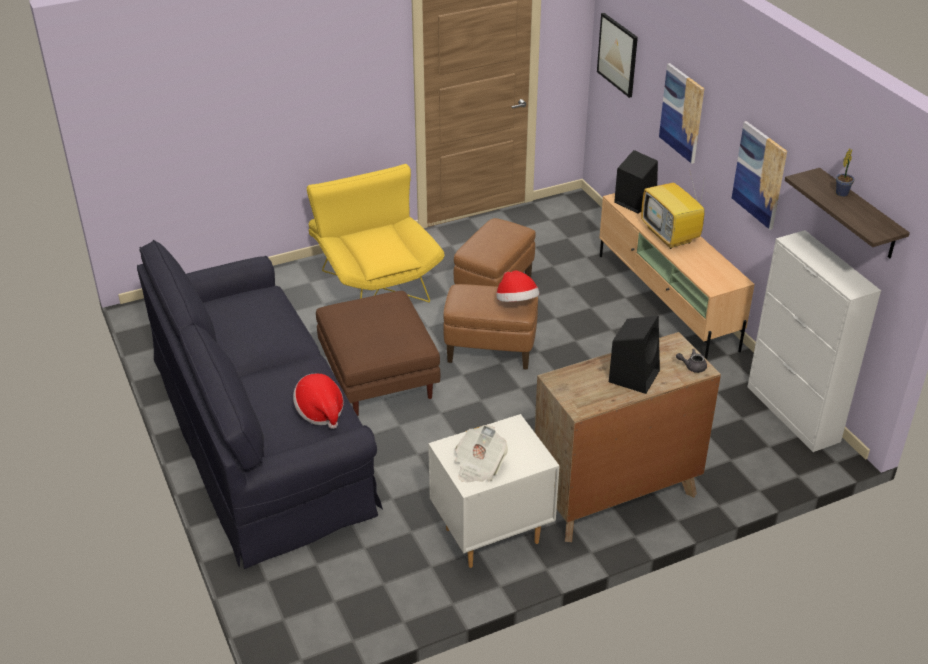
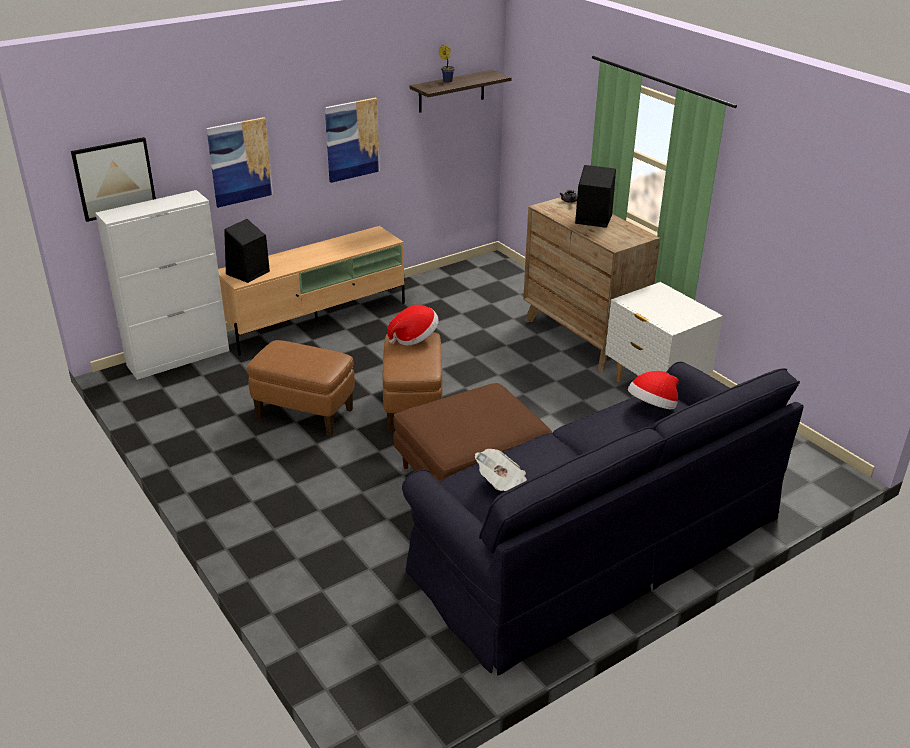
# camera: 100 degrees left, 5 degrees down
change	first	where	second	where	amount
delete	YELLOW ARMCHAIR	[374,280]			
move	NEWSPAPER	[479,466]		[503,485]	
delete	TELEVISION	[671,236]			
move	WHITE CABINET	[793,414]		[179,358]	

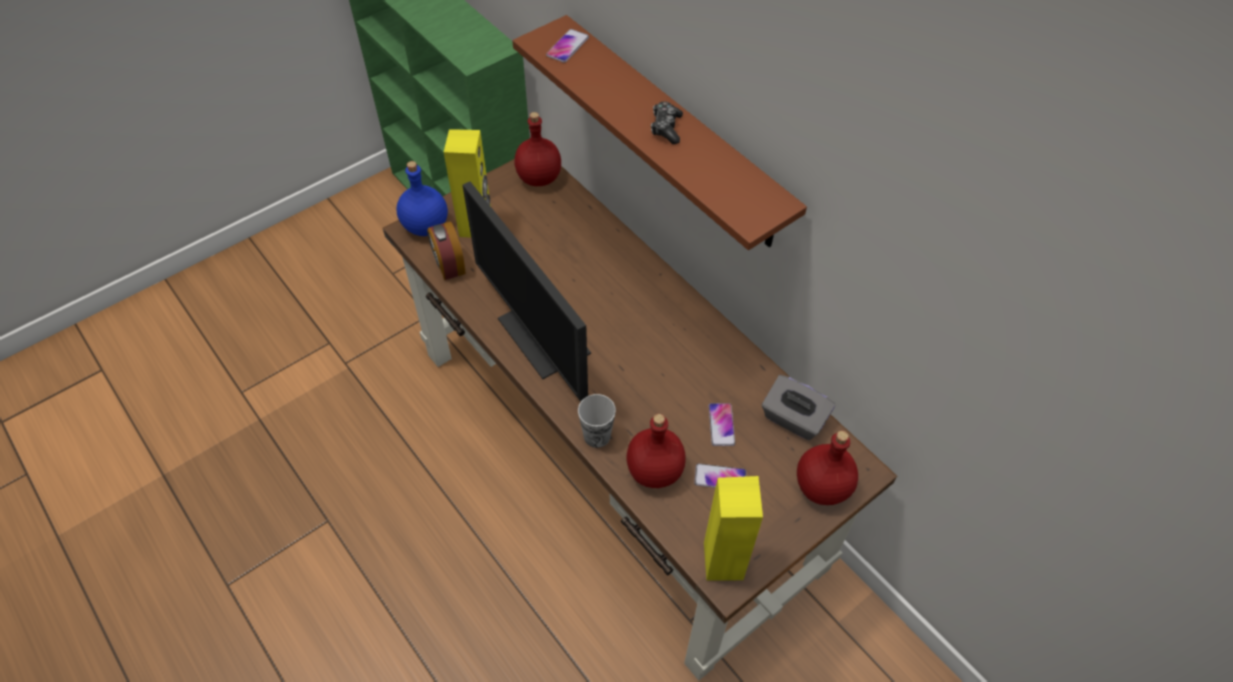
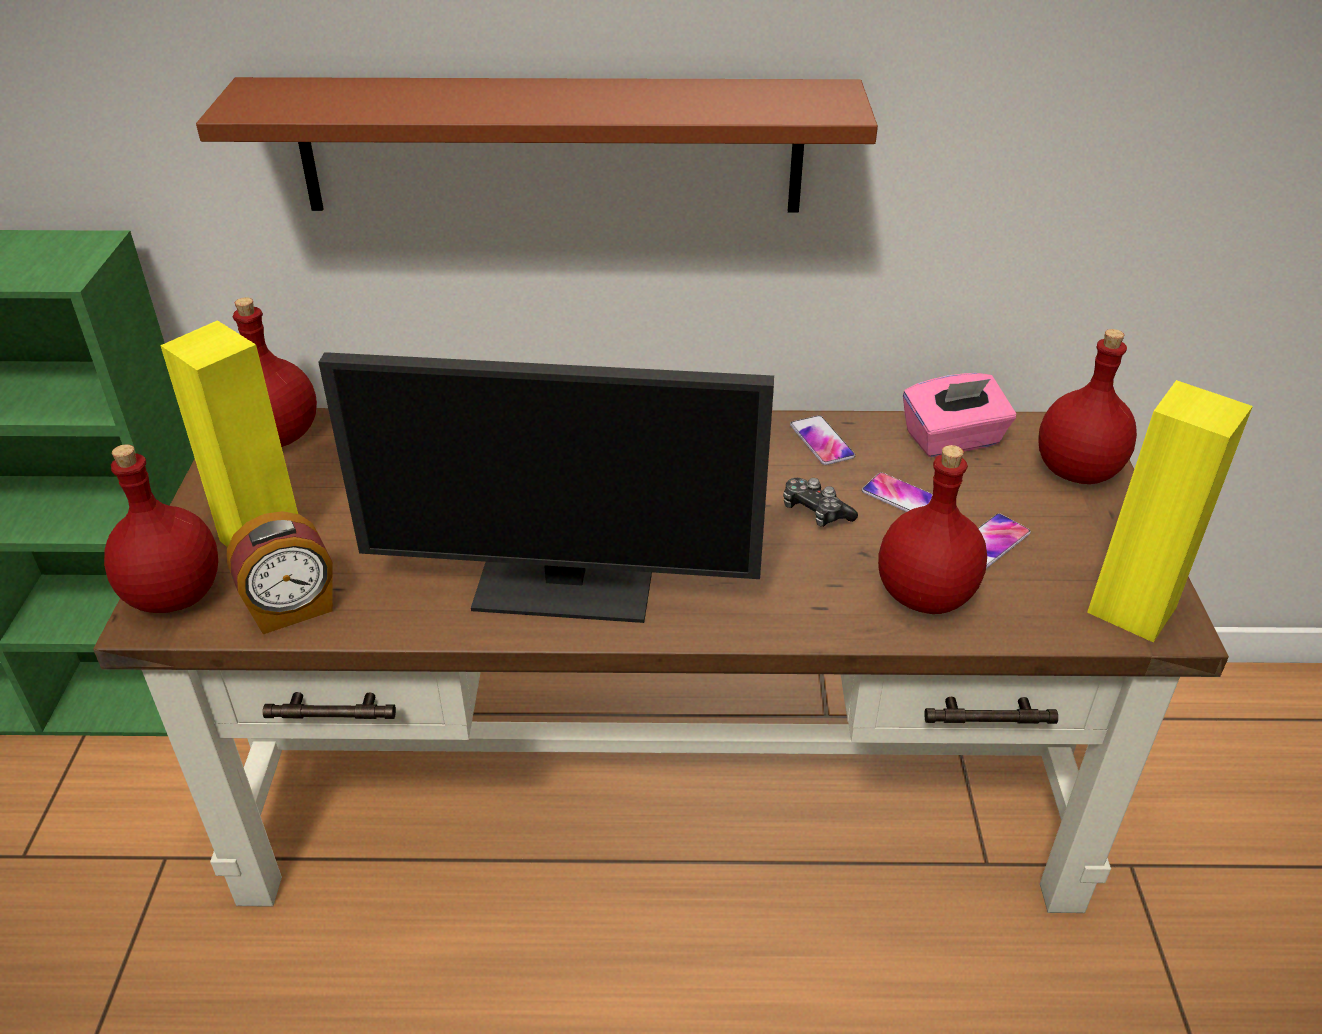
# camera: 50 degrees left, 15 degrees down
change	first	where	second	where	amount
recolor	BLUE BOTTLE	[425,225]	RED BOTTLE	[173,595]	
rotate	ALARM CLOCK	[449,265]		[292,610]	45 degrees counterclockwise
move	PHONE	[567,46]		[821,441]	
delete	CUP	[597,436]			
move	GAME CONTROLLER	[666,128]		[815,511]	
recolor	GREY TISSUE BOX	[793,419]	PINK TISSUE BOX	[953,440]	

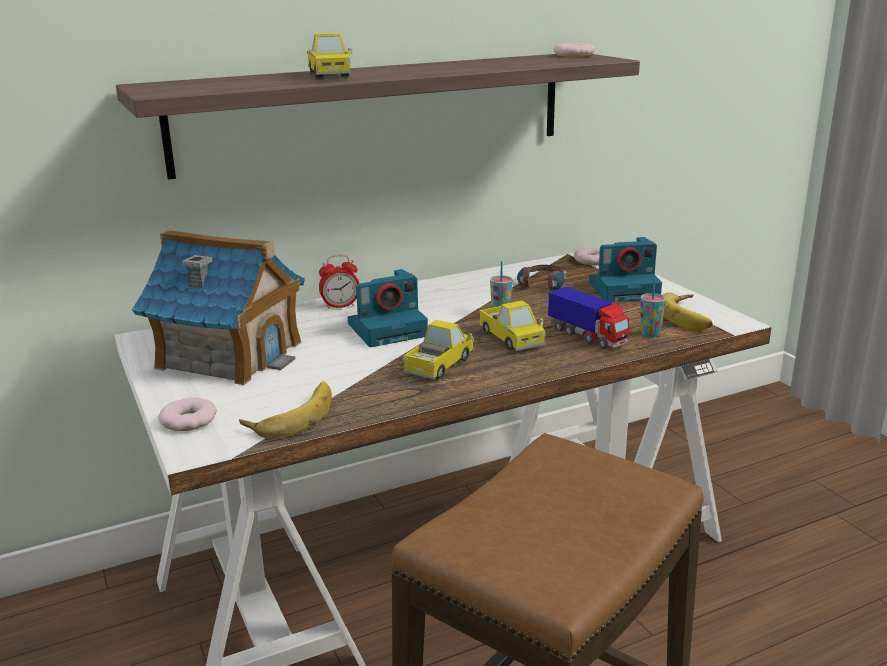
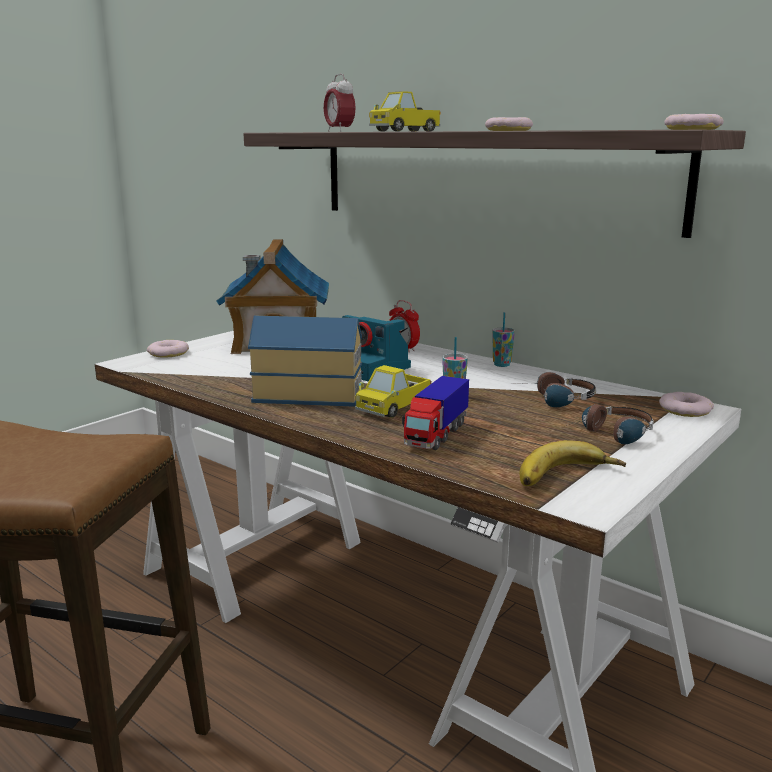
# camera: 65 degrees right, 5 degrees down
change	first	where	second	where	amount
delete	BANANA	[291,415]			
replace	TOY TRUCK	[439,365]	TOY HOUSE	[308,394]	
replace	PHOTO CAMERA	[625,289]	HEADPHONES	[611,436]	
move	CUP	[650,334]		[501,364]	
insert			ALARM CLOCK	[339,131]	
insert			DONUT	[508,130]	

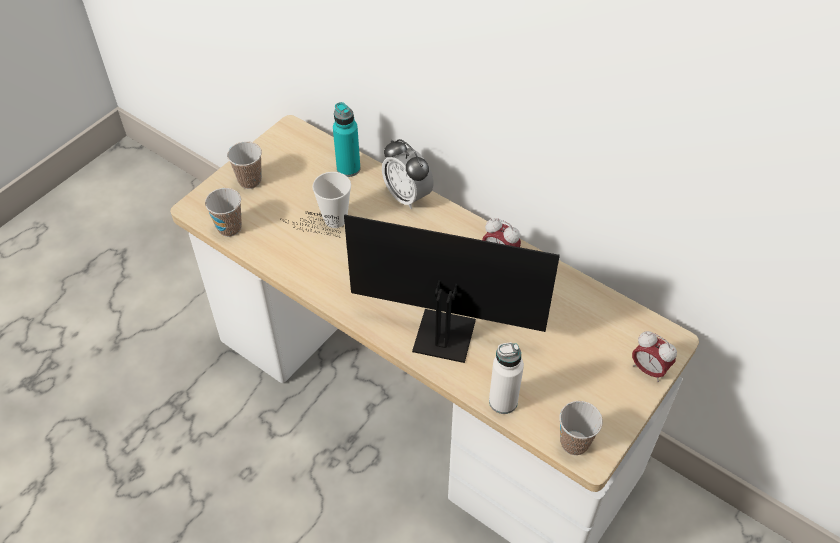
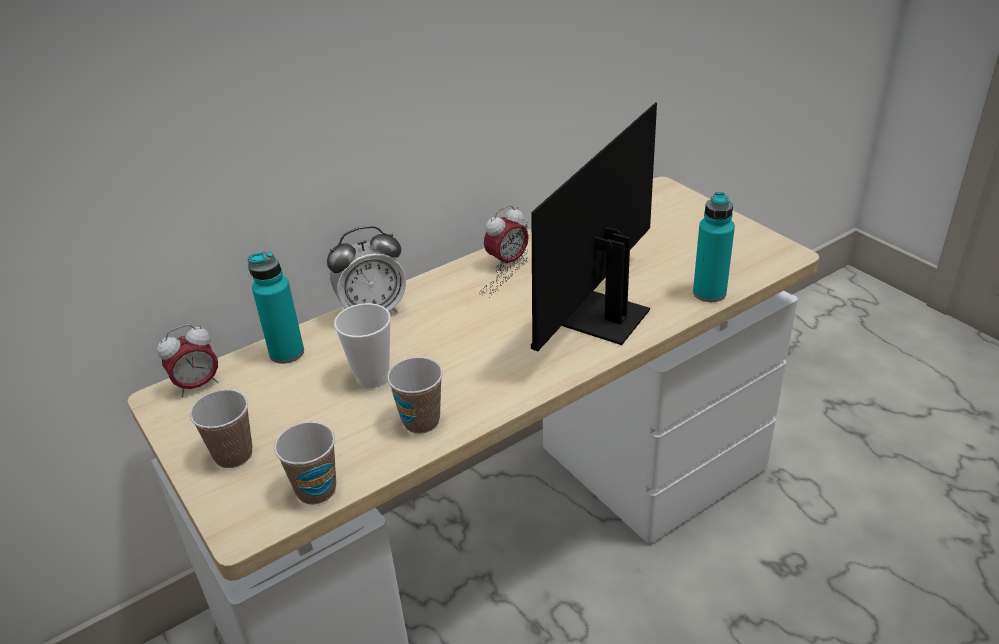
# camera: 70 degrees left, 15 degrees down
change	first	where	second	where	amount
recolor	WHITE BOTTLE	[503,401]	TURQUOISE BOTTLE	[709,293]	
move	CUP	[574,443]		[421,421]	
move	ALARM CLOCK	[648,369]		[197,385]	

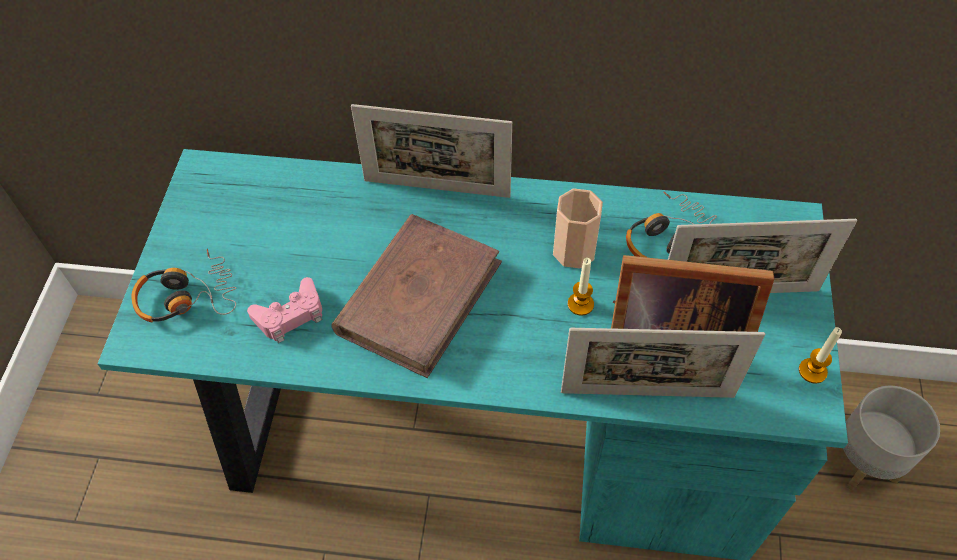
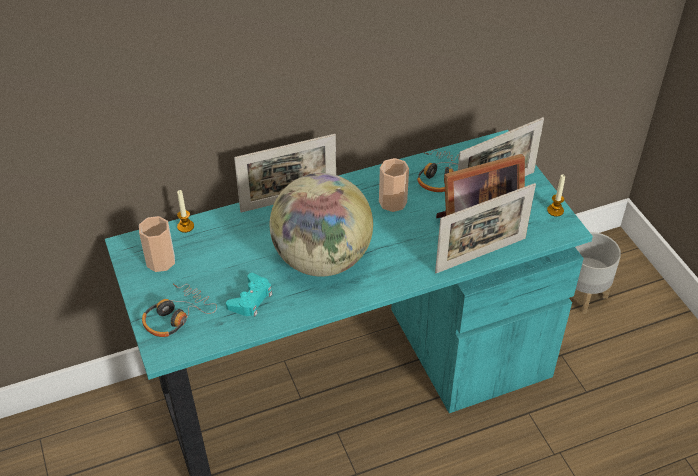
# camera: 30 degrees left, 10 degrees down
change	first	where	second	where	amount
recolor	PINK GAME CONTROLLER	[290,315]	TURQUOISE GAME CONTROLLER	[251,299]	
replace	BROWN BOOK	[419,297]	GLOBE	[321,259]	
move	CANDLE	[580,304]		[185,226]	
insert			CUP	[160,261]	

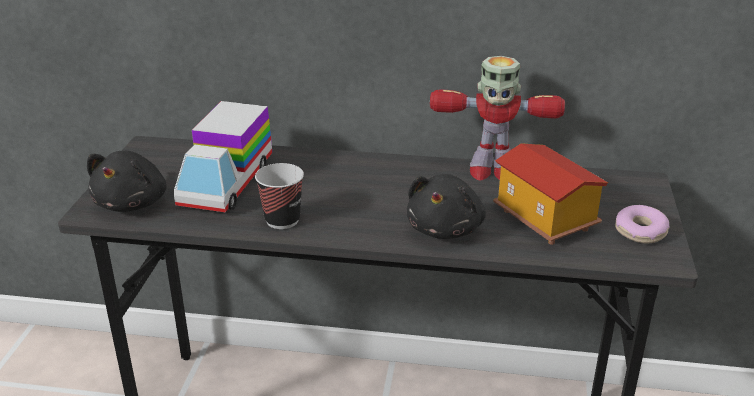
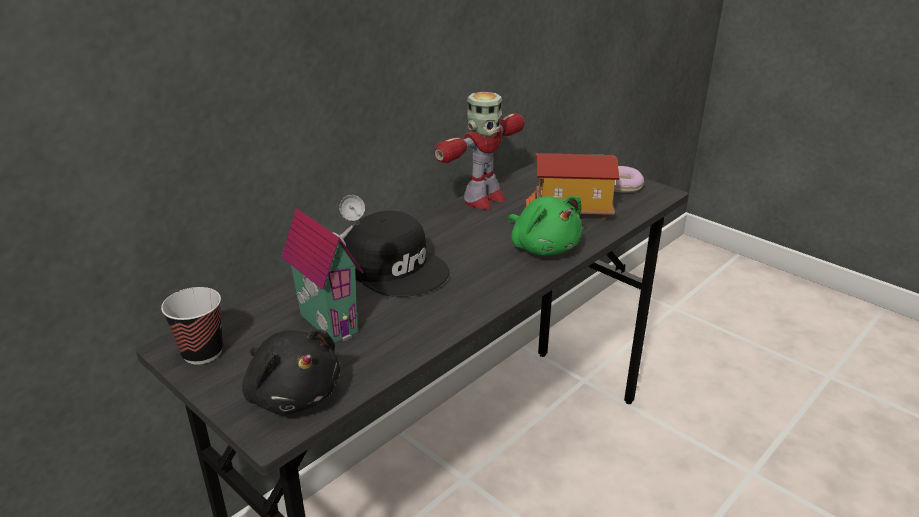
# camera: 55 degrees left, 0 degrees up
change	first	where	second	where	amount
replace	TOY TRUCK	[227,182]	TOY HOUSE	[332,322]	
move	CUP	[282,220]		[202,352]	
recolor	BLACK PLUSH TOY	[446,229]	GREEN PLUSH TOY	[543,247]	
insert			BLACK CAP	[395,267]	

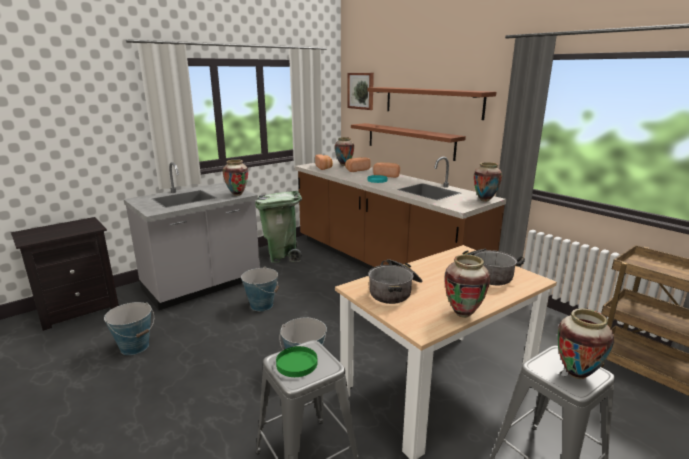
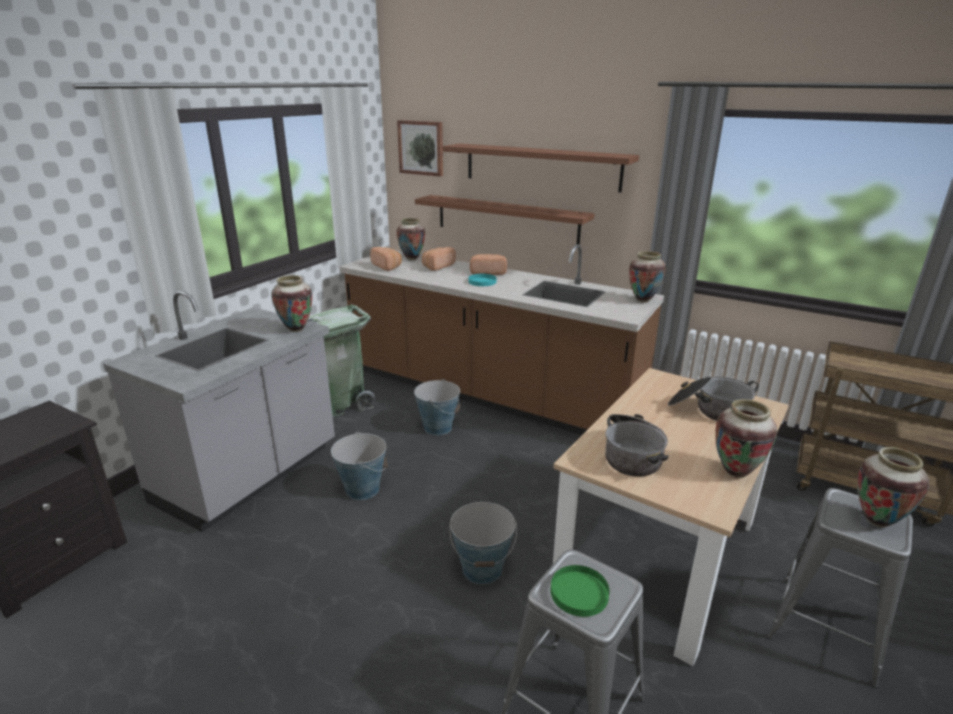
# camera: 20 degrees left, 5 degrees up
change	first	where	second	where	amount
move	BUCKET	[135,347]		[438,427]	

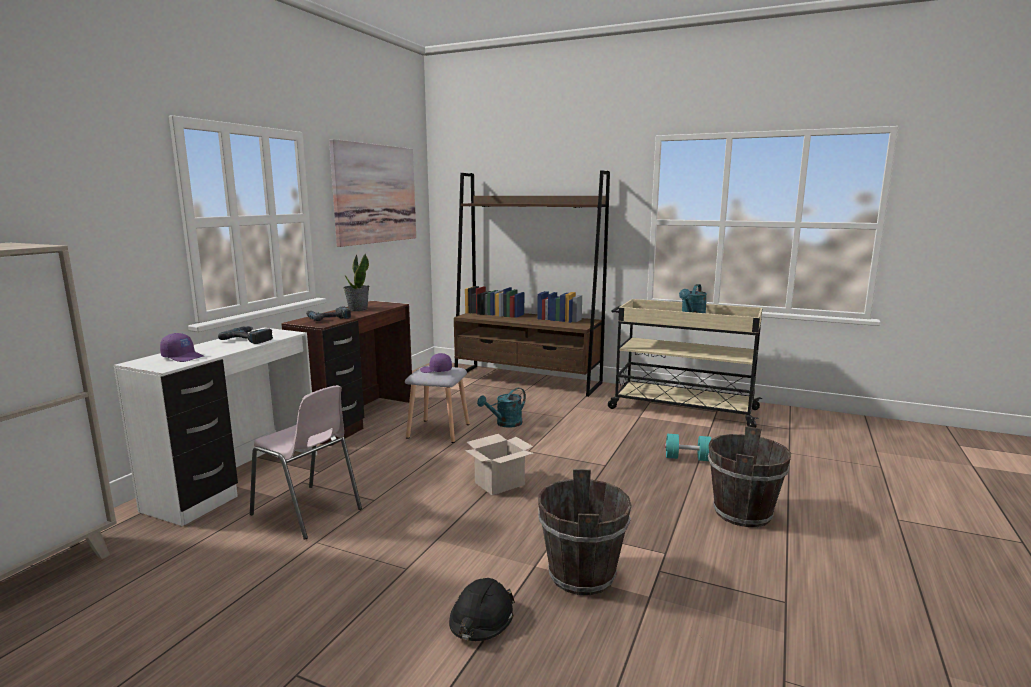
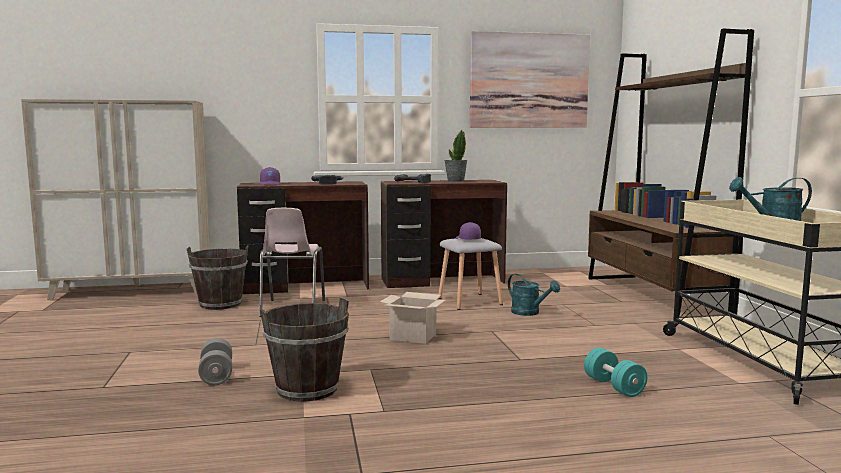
# camera: 55 degrees right, 5 degrees down
change	first	where	second	where	amount
recolor	WHITE DESK	[238,481]	BROWN DESK	[306,287]	
replace	BLACK HARD HAT	[481,620]	GREY DUMBBELL	[216,375]	
rotate	TURQUOISE WATERING CAN	[505,424]		[529,313]	150 degrees counterclockwise
move	BROWN BUCKET	[743,513]		[220,304]	

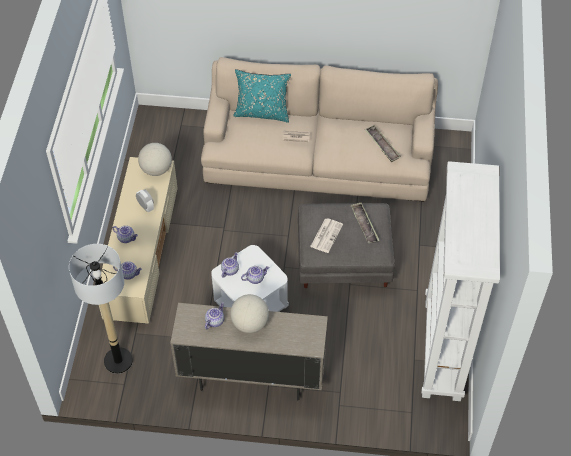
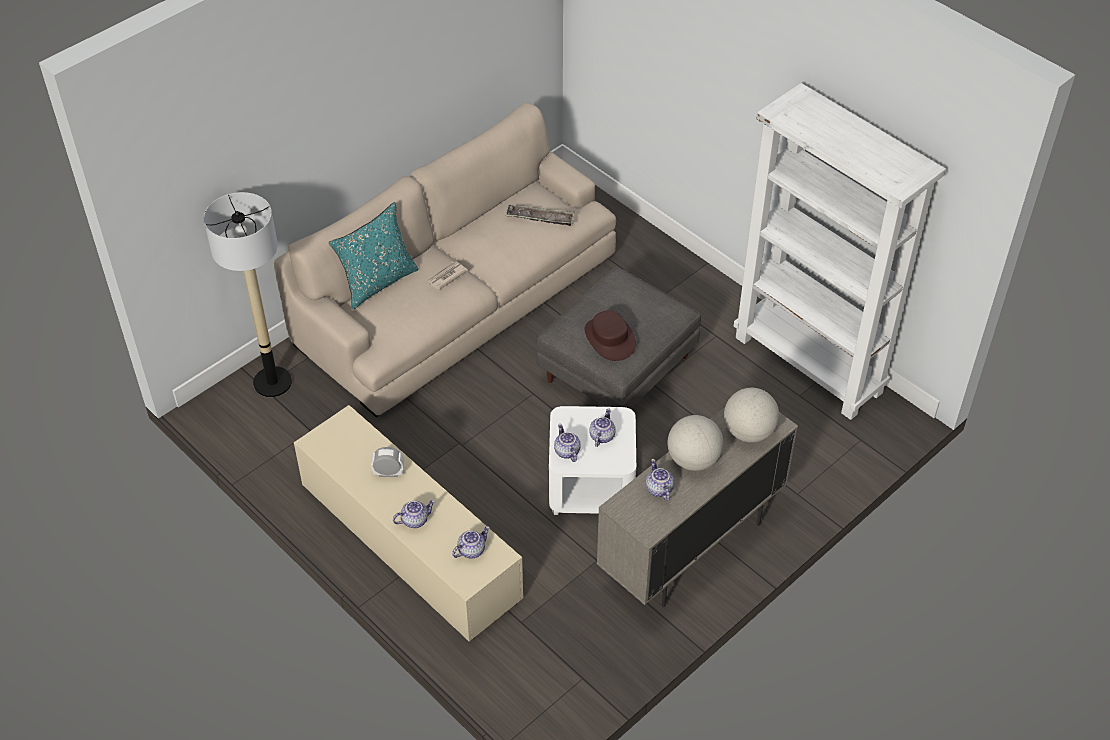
# camera: 50 degrees left, 5 degrees down
change	first	where	second	where	amount
move	FLOOR LAMP	[118,360]		[272,382]	
move	GLOBE	[156,169]		[748,432]	
replace	NEWSPAPER	[326,235]	BROWN HAT	[609,338]	
delete	TRAY	[364,225]			

